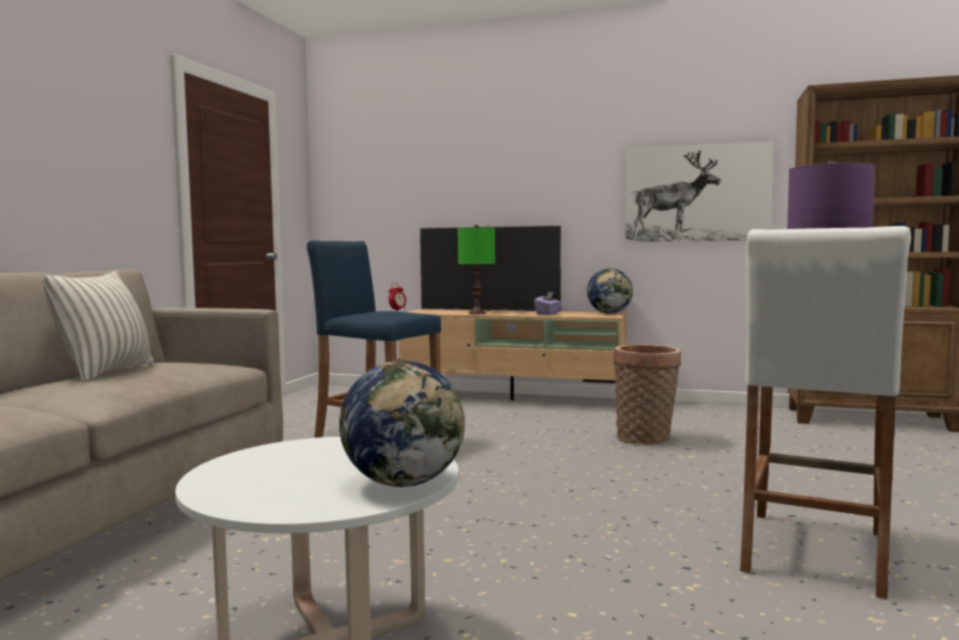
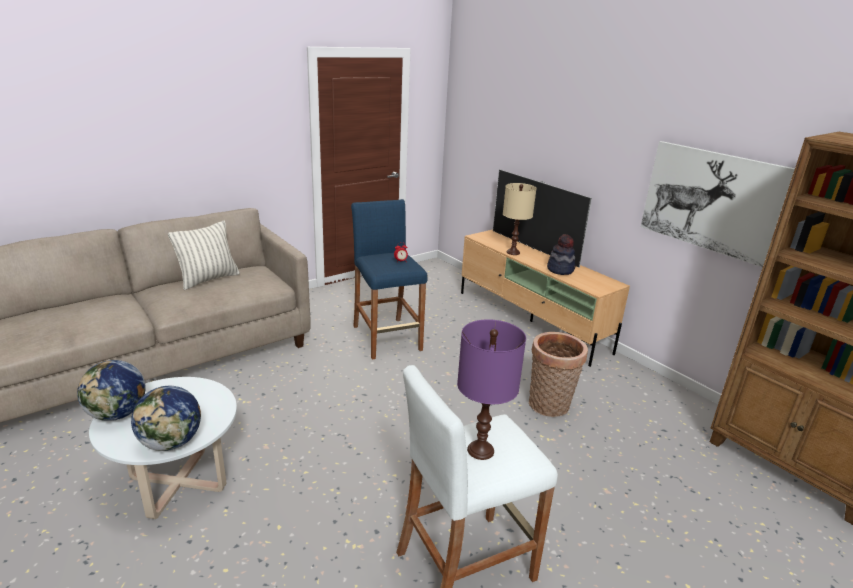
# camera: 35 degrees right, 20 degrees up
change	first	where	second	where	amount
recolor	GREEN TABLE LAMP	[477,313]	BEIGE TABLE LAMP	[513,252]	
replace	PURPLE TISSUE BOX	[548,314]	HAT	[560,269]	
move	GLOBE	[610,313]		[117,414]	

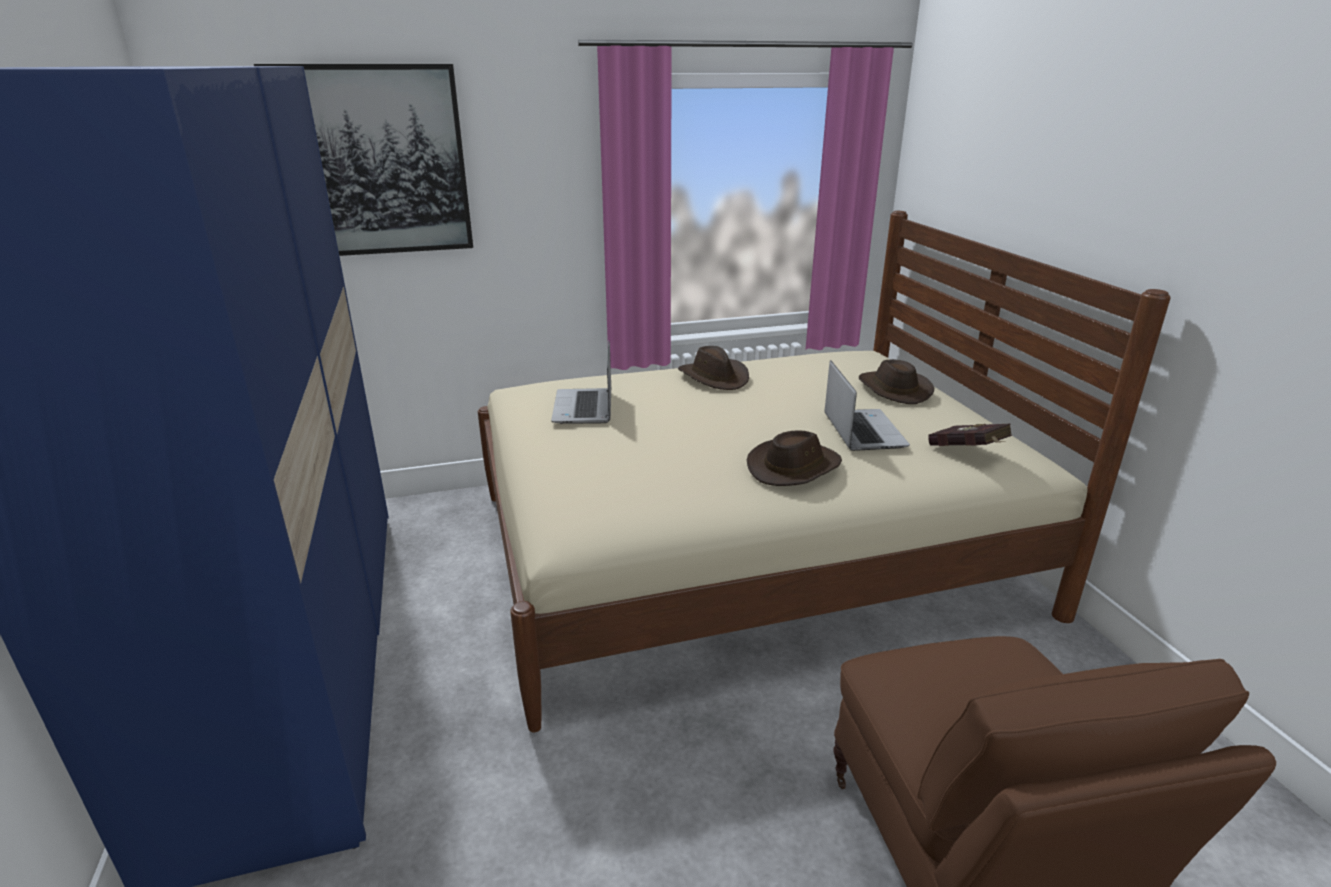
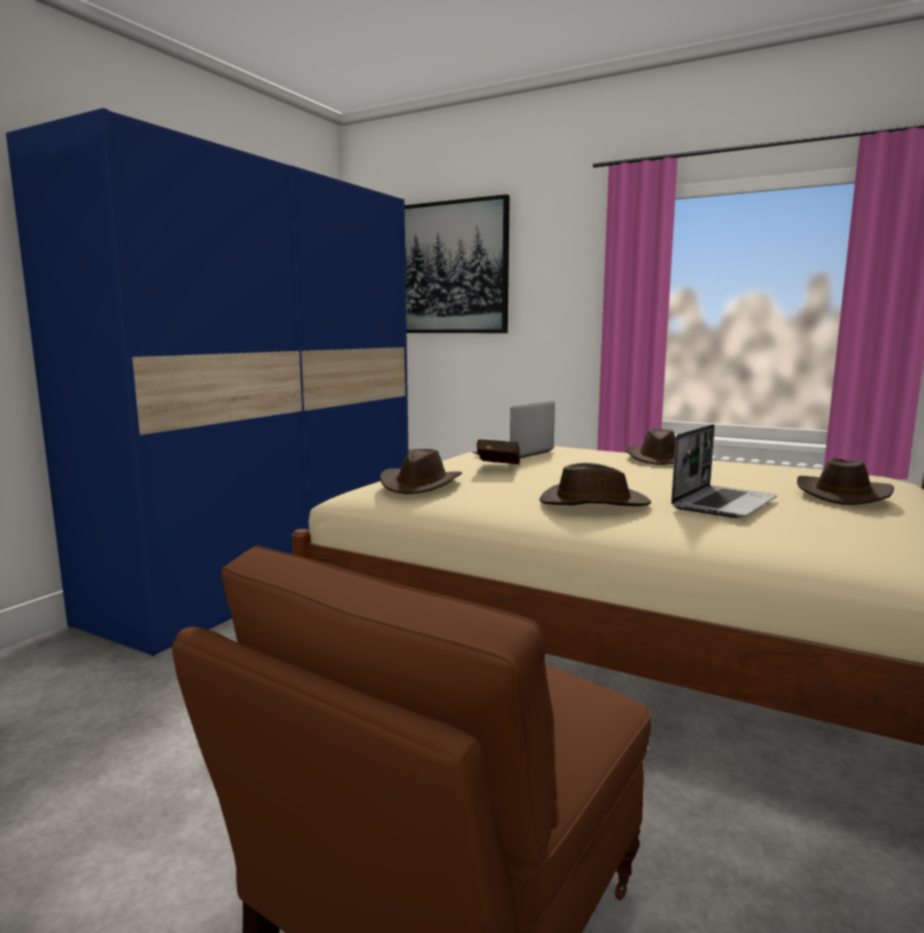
# camera: 45 degrees right, 15 degrees down
change	first	where	second	where	amount
move	RED BOOK	[968,453]		[497,469]	
insert			BROWN HAT	[421,485]	

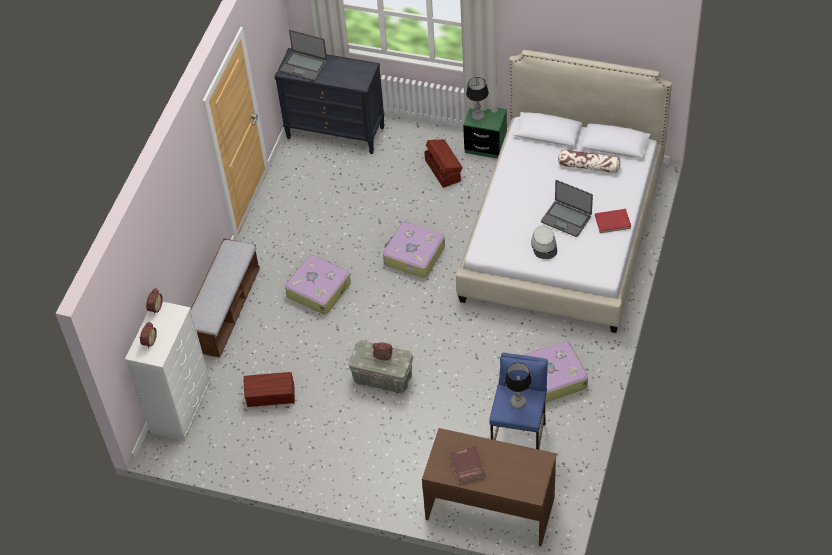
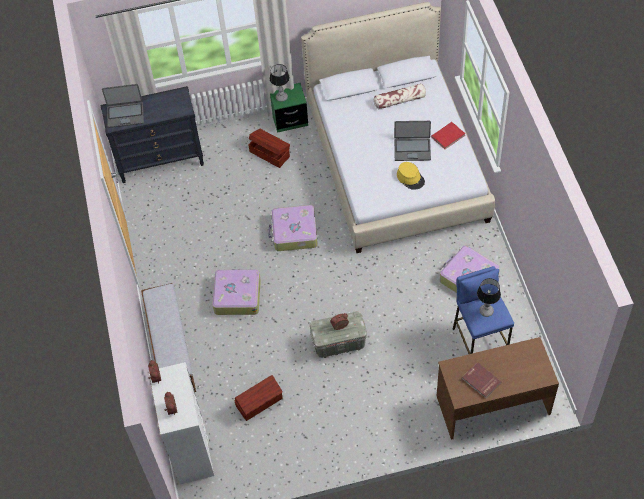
# camera: 30 degrees left, 5 degrees up
change	first	where	second	where	amount
recolor	GREY HAT	[544,246]	YELLOW HAT	[410,178]	

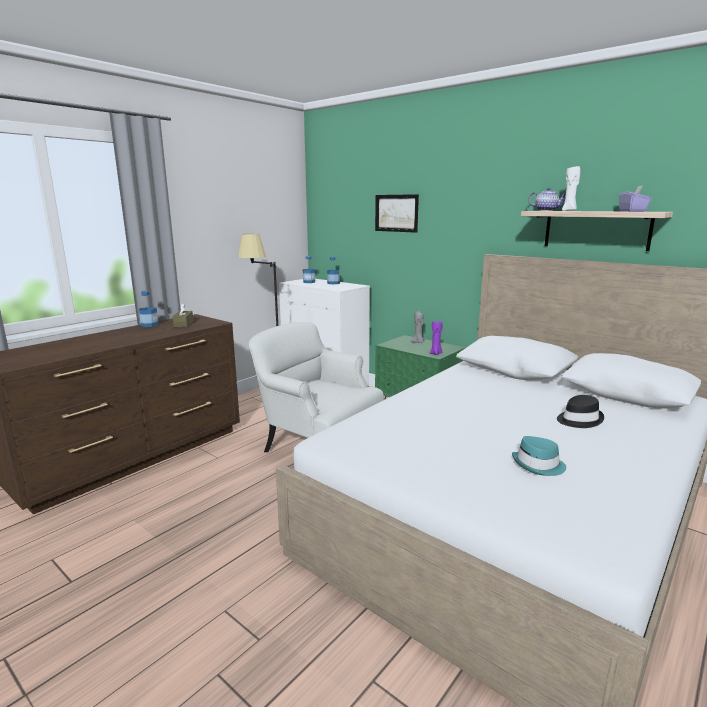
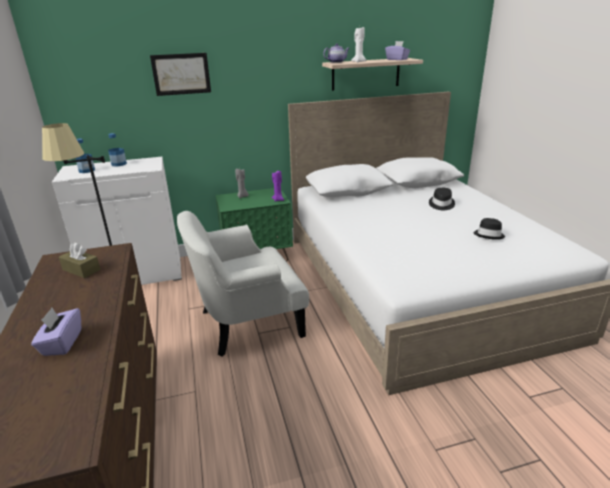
# camera: 55 degrees left, 10 degrees up
change	first	where	second	where	amount
delete	BOTTLE	[149,325]			
recolor	TURQUOISE HAT	[539,465]	BLACK HAT	[489,235]	
insert			PURPLE TISSUE BOX	[62,343]	

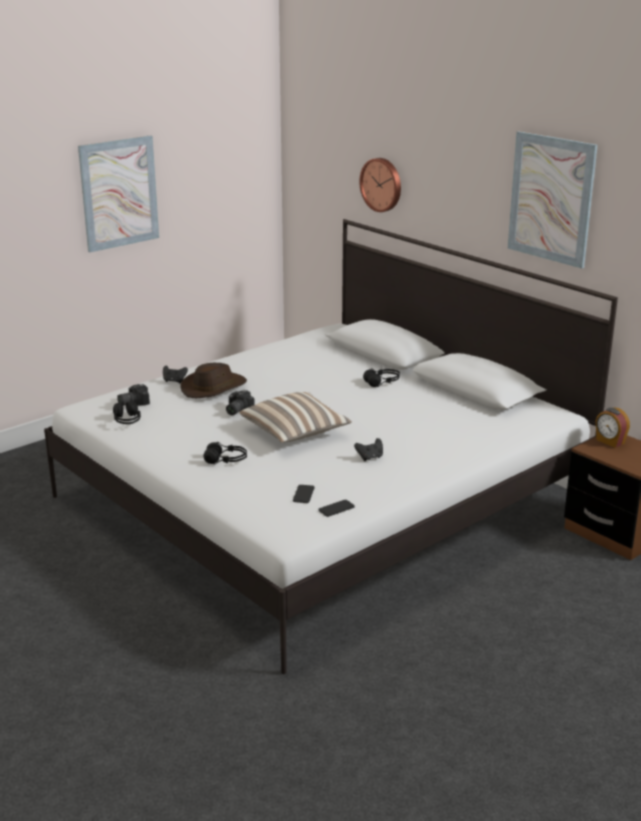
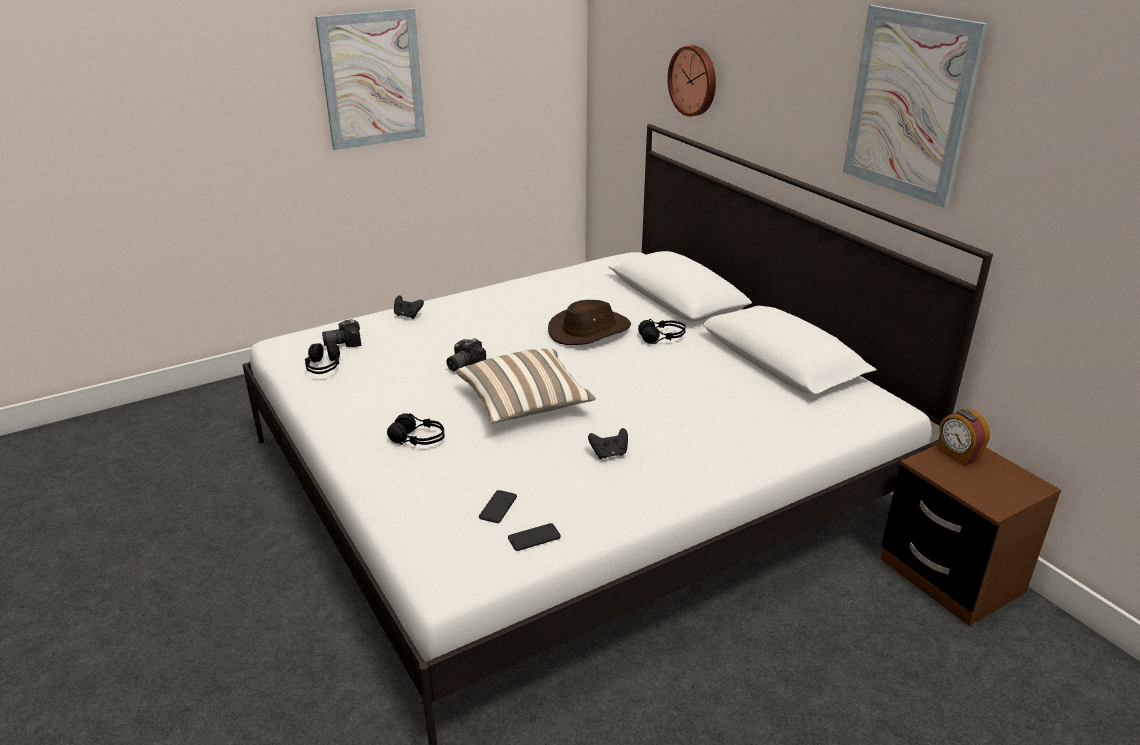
# camera: 10 degrees right, 5 degrees up
change	first	where	second	where	amount
move	BROWN HAT	[214,387]		[589,331]	

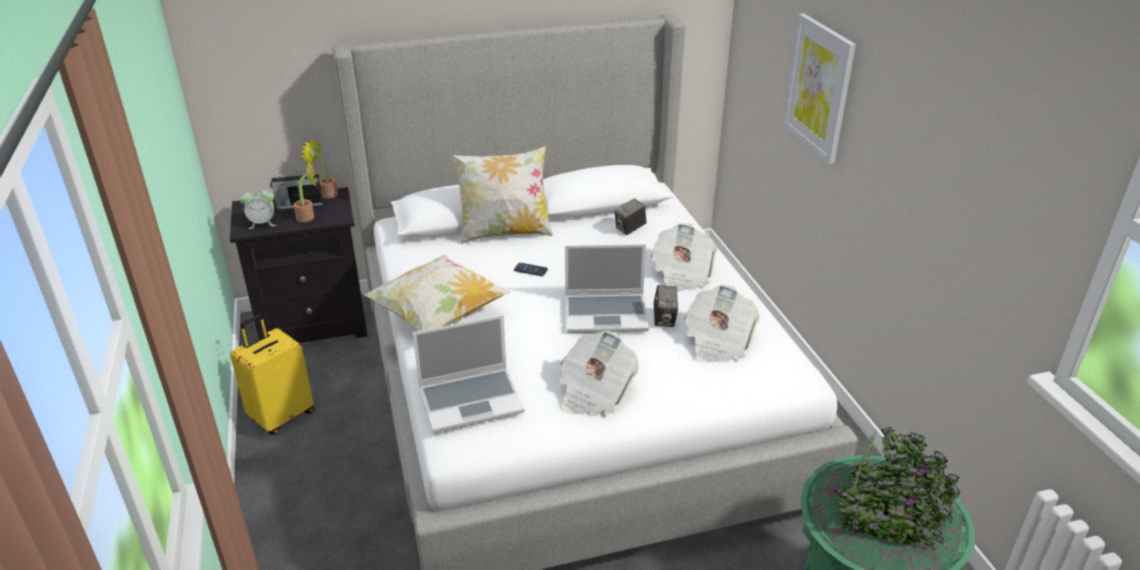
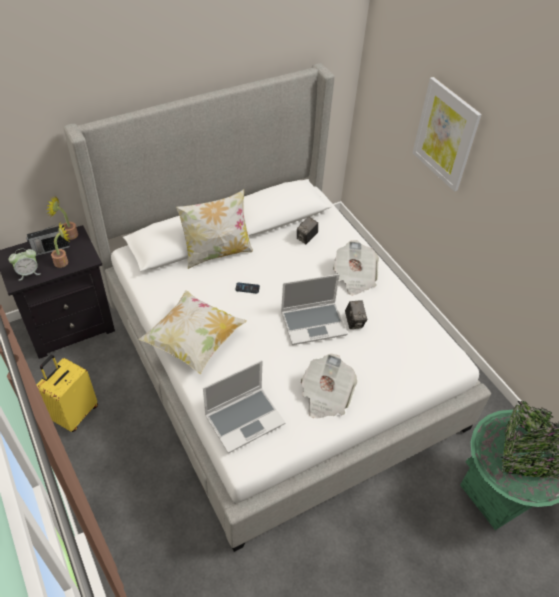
# camera: 15 degrees left, 15 degrees up
change	first	where	second	where	amount
delete	NEWSPAPER	[717,341]			

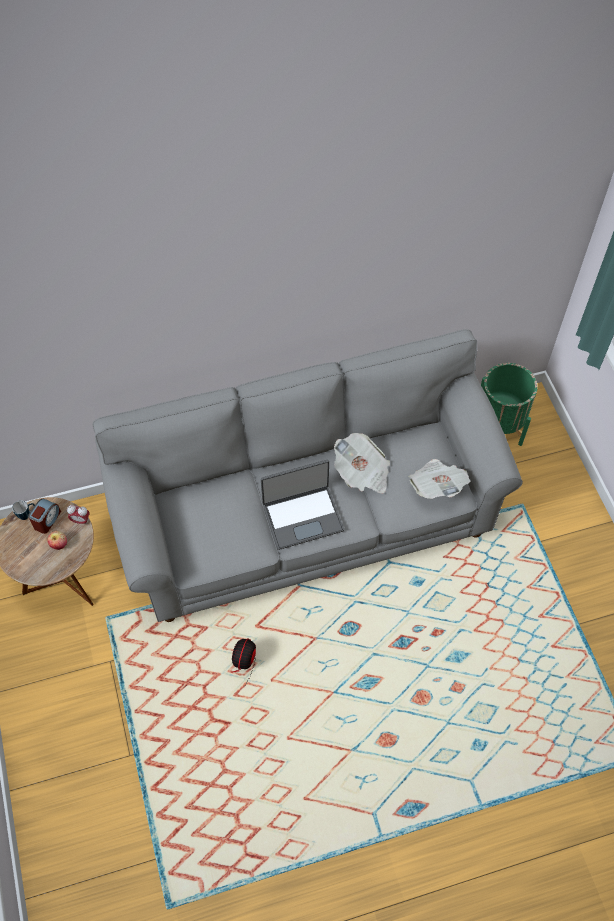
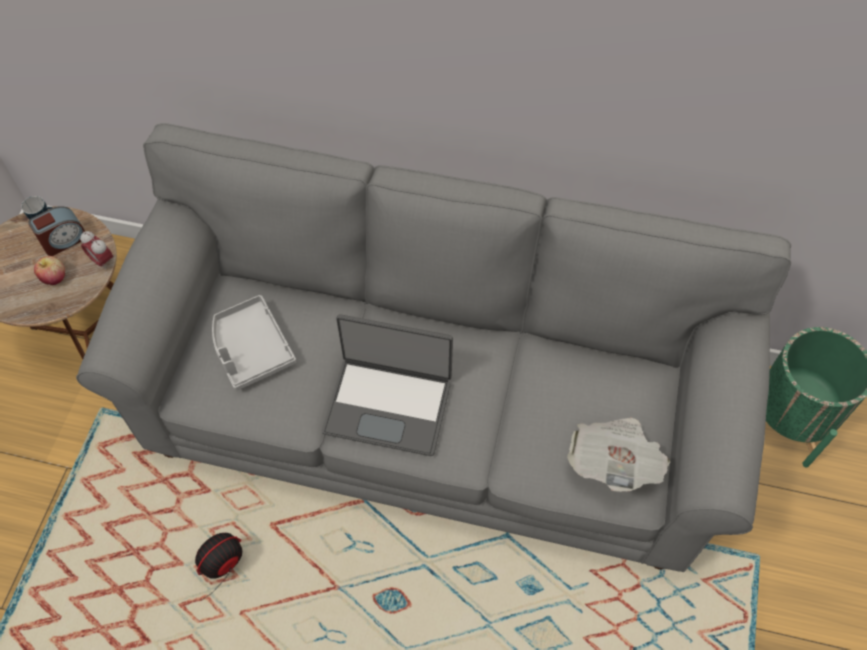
# camera: 30 degrees right, 0 degrees up
change	first	where	second	where	amount
delete	NEWSPAPER	[362,473]			
insert			GREY TRAY	[251,349]	

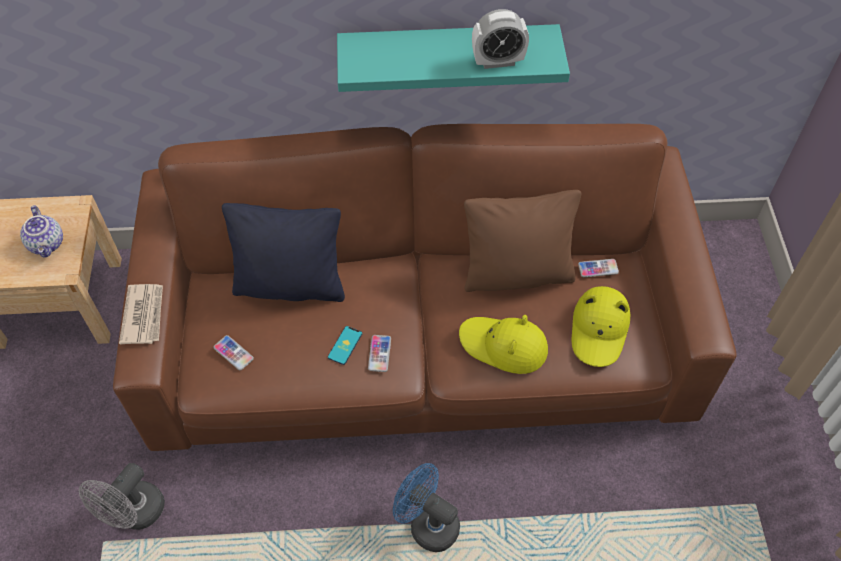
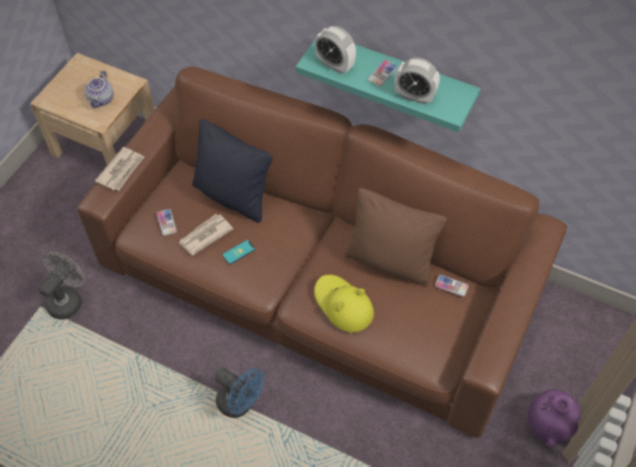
# camera: 30 degrees right, 0 degrees up
change	first	where	second	where	amount
rotate	GREY FAN	[135,514]		[68,299]	150 degrees clockwise
move	PHONE	[379,353]		[382,73]	
rotate	BLUE FAN	[427,523]		[240,404]	150 degrees clockwise
delete	YELLOW HAT	[599,329]			
insert			NEWSPAPER	[205,235]	
insert			ALARM CLOCK	[335,65]	
insert			PURPLE VASE	[547,427]	

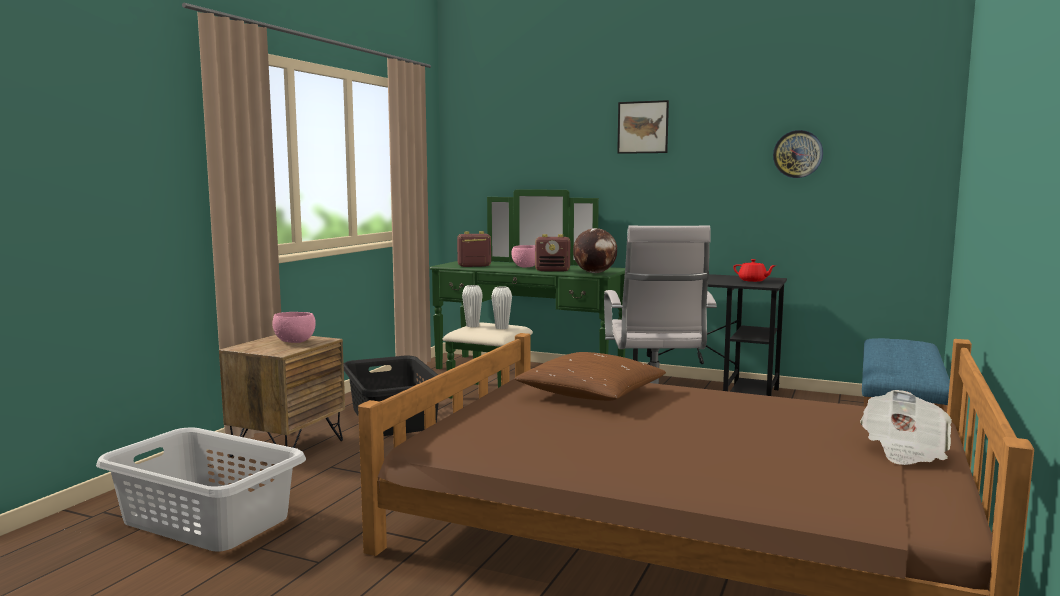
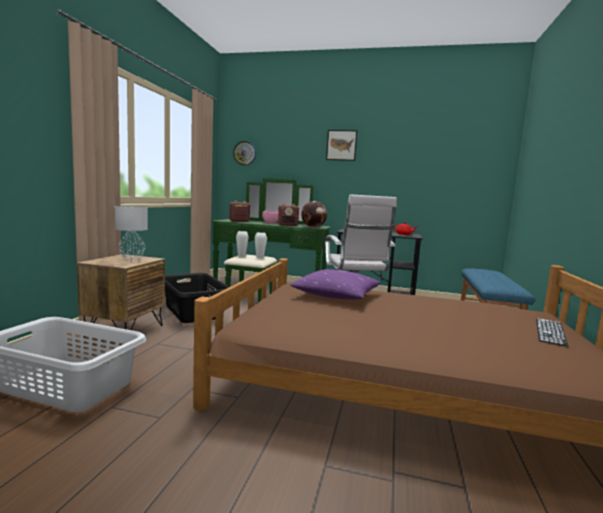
# camera: 10 degrees left, 0 degrees up
change	first	where	second	where	amount
replace	PINK BOWL	[295,342]	GREY TABLE LAMP	[132,259]	
recolor	BROWN PILLOW	[591,394]	PURPLE PILLOW	[336,296]	
move	WALL CLOCK	[798,154]		[244,153]	
replace	NEWSPAPER	[904,450]	KEYBOARD	[550,331]	

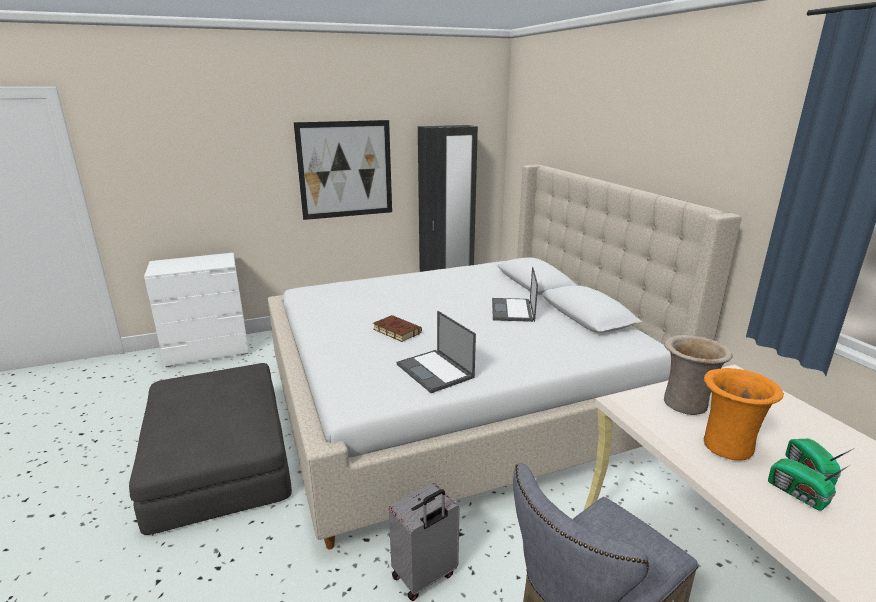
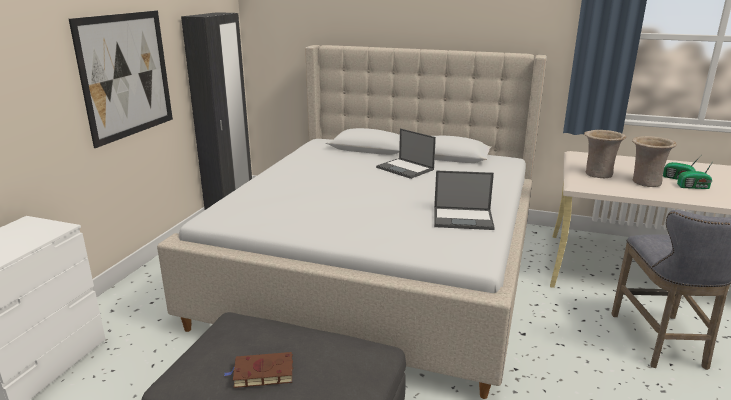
# camera: 50 degrees left, 0 degrees up
change	first	where	second	where	amount
move	BROWN BOOK	[395,331]		[261,373]	
delete	GREY SUITCASE	[425,576]			
recolor	ORANGE VASE	[726,445]	BEIGE VASE	[645,182]	

